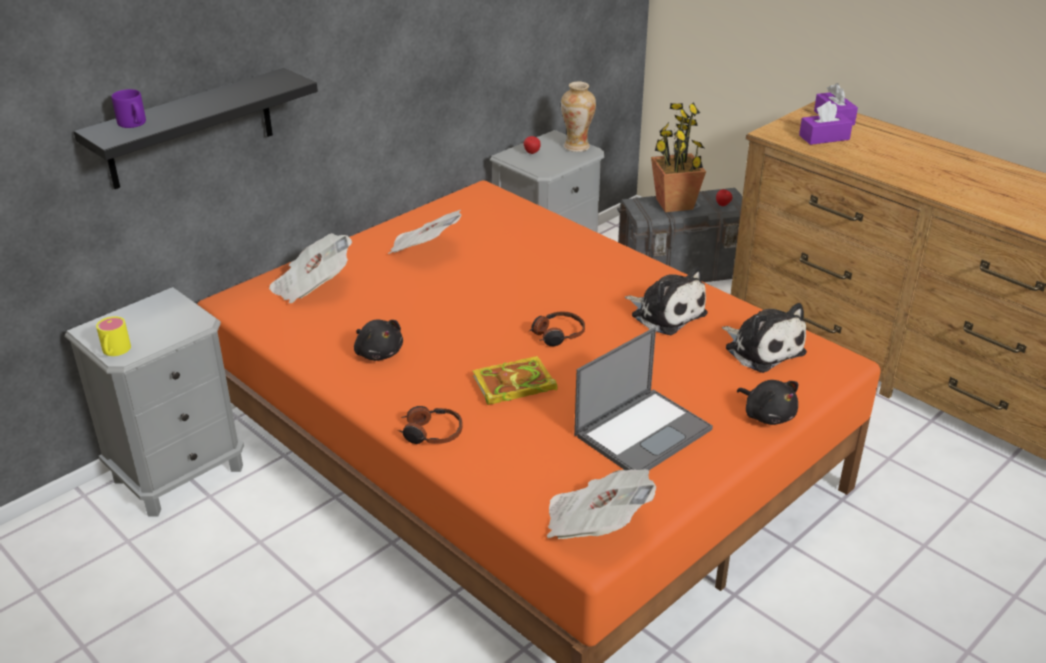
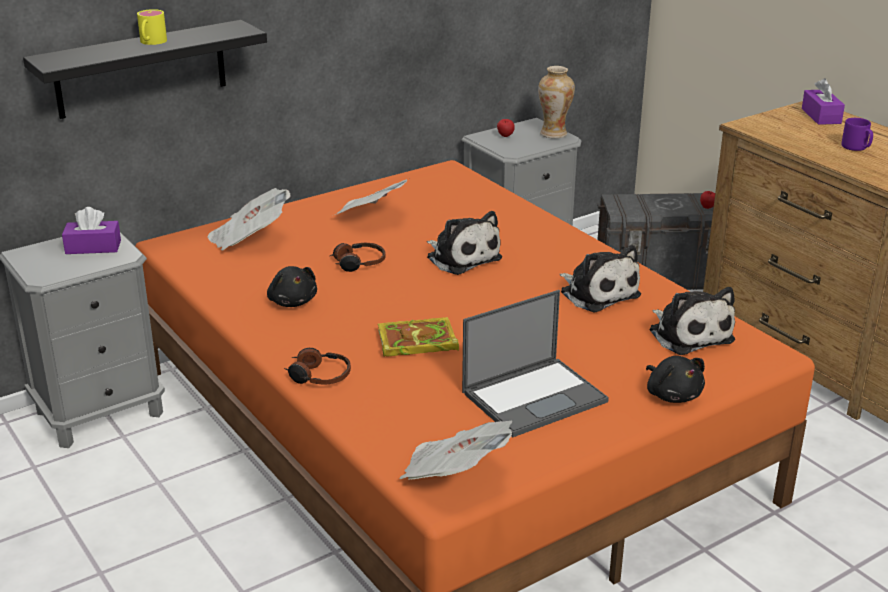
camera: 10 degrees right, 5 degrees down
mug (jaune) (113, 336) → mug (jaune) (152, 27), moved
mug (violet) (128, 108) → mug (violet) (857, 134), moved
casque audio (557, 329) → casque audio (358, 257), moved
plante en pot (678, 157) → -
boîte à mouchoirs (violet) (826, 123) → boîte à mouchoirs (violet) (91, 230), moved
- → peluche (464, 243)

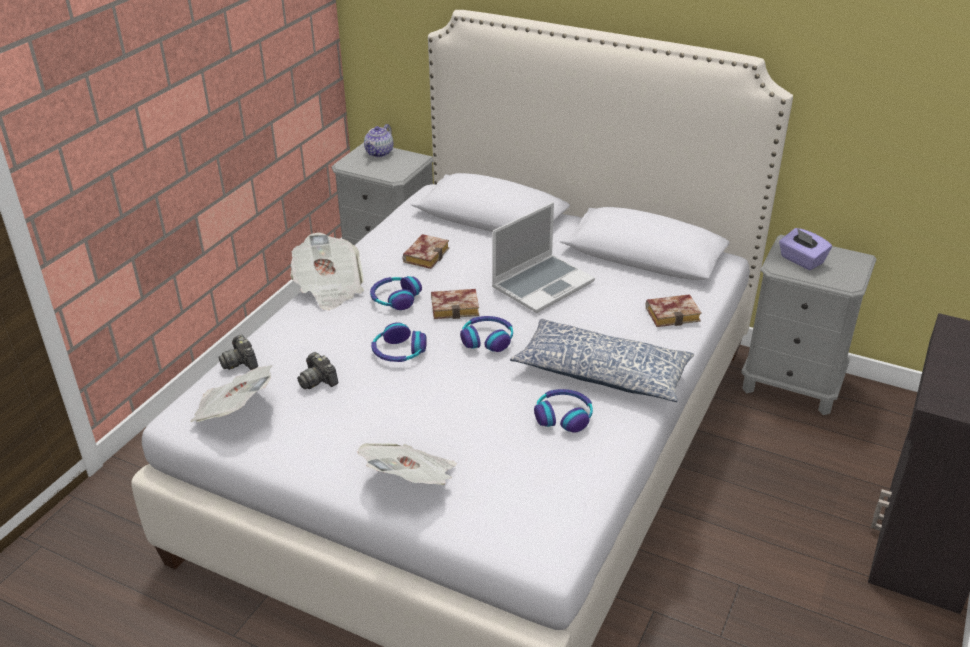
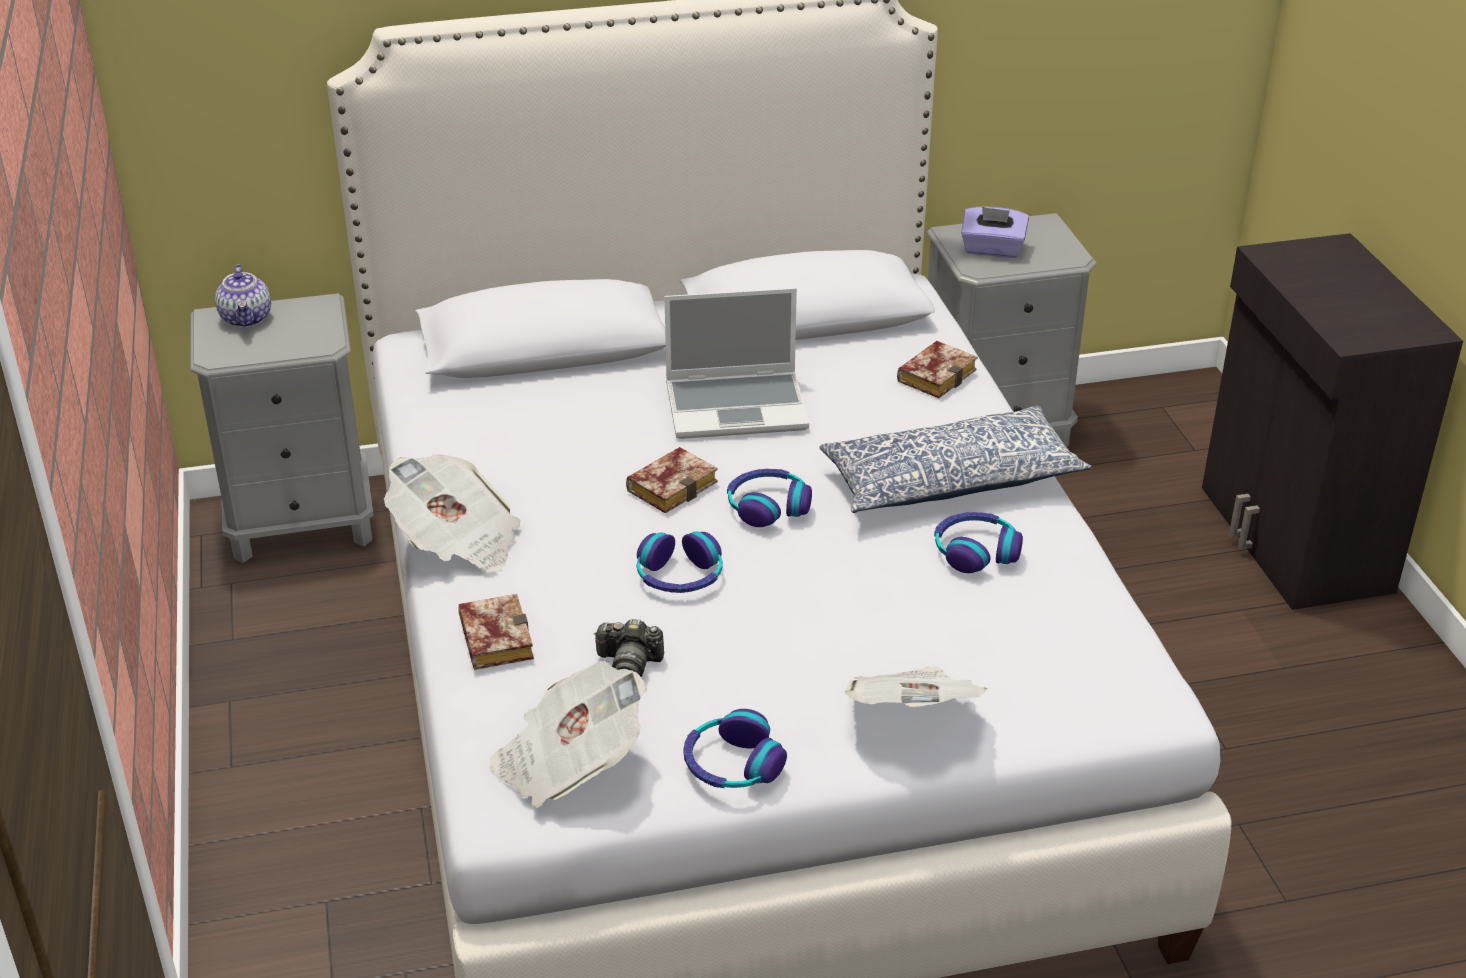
camera: 40 degrees left, 0 degrees up
appareil photo (238, 352) → -
casque audio (396, 293) → casque audio (735, 748), moved
livre (426, 251) → livre (496, 632), moved
ordinateur portable (543, 257) → ordinateur portable (736, 363), 75 degrees clockwise

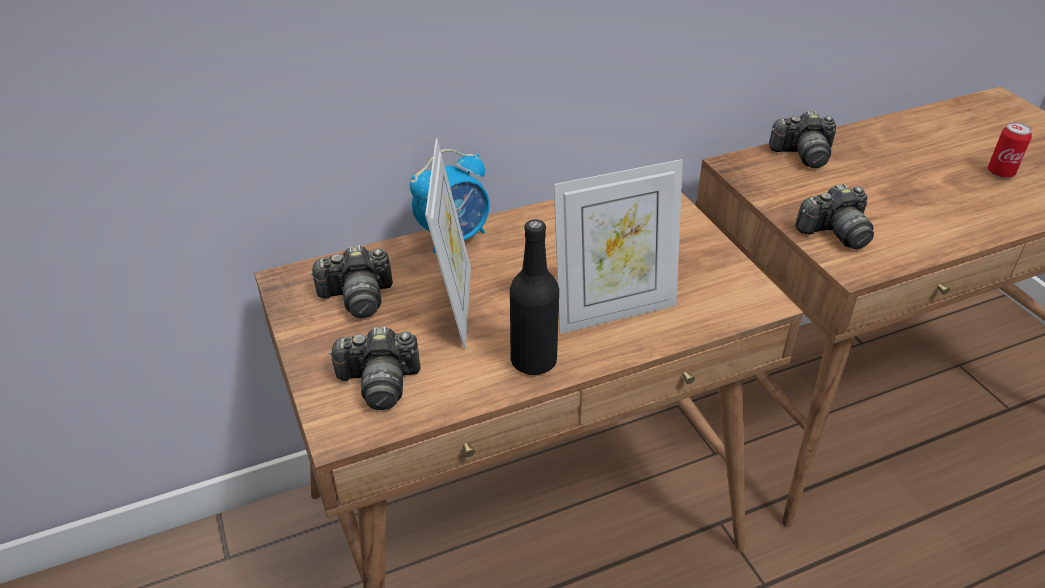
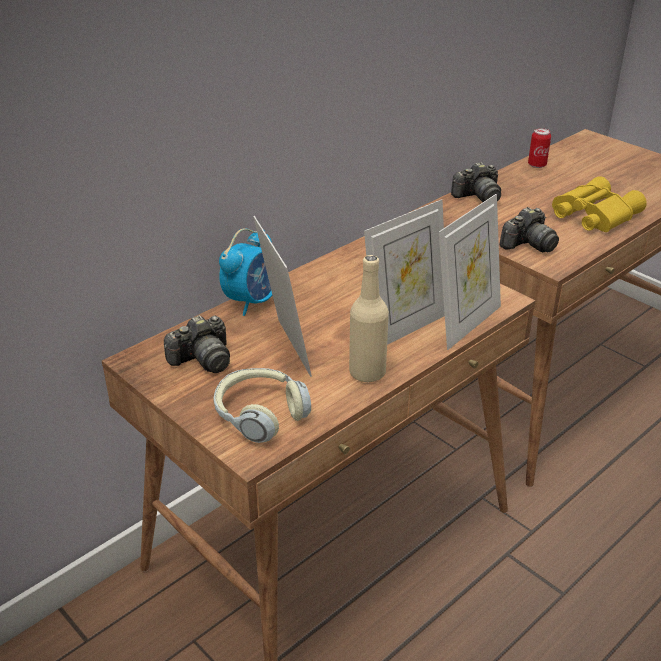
camera: 20 degrees left, 5 degrees down
appareil photo (374, 368) → casque audio (262, 405)
bouteille (noir) (534, 297) → bouteille (beige) (369, 319)
boîte métallique (1010, 150) → boîte métallique (539, 148), moved
- → cadre photo (470, 272)
- → jumelles (jaune) (599, 204)

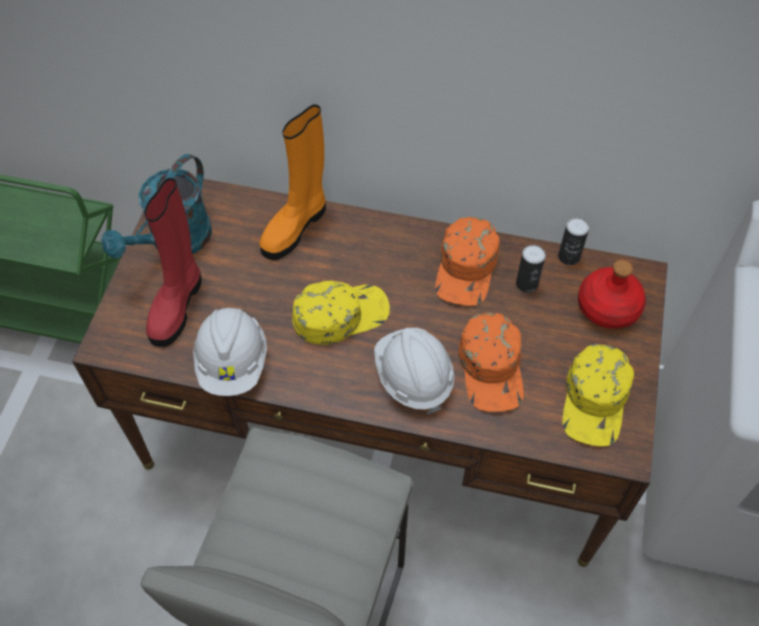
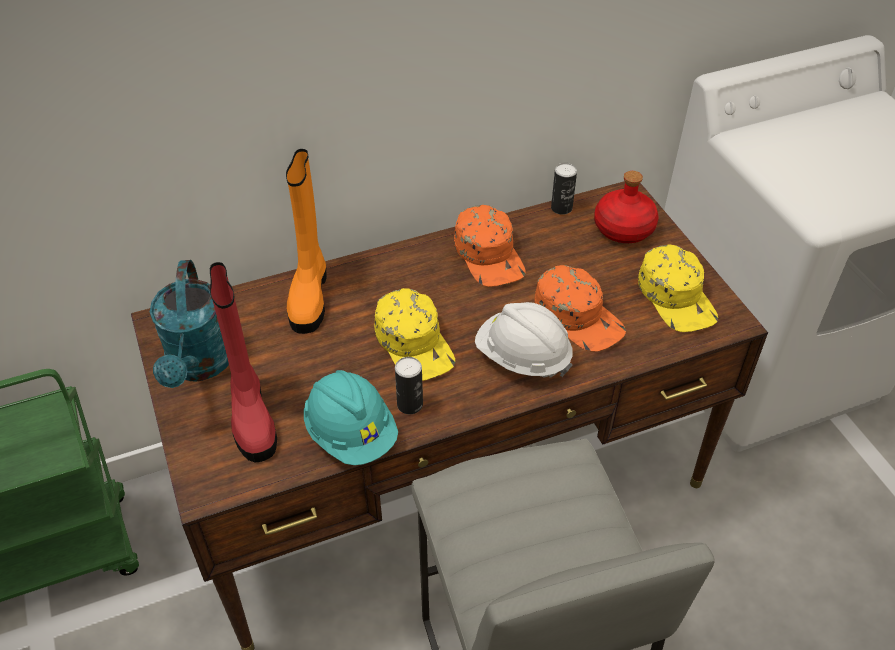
camera: 35 degrees left, 10 degrees down
casque de chantier (blanc) (230, 352) → casque de chantier (turquoise) (351, 417)
casquette (jaune) (341, 313) → casquette (jaune) (414, 334), 120 degrees clockwise
boîte métallique (531, 269) → boîte métallique (409, 385), moved

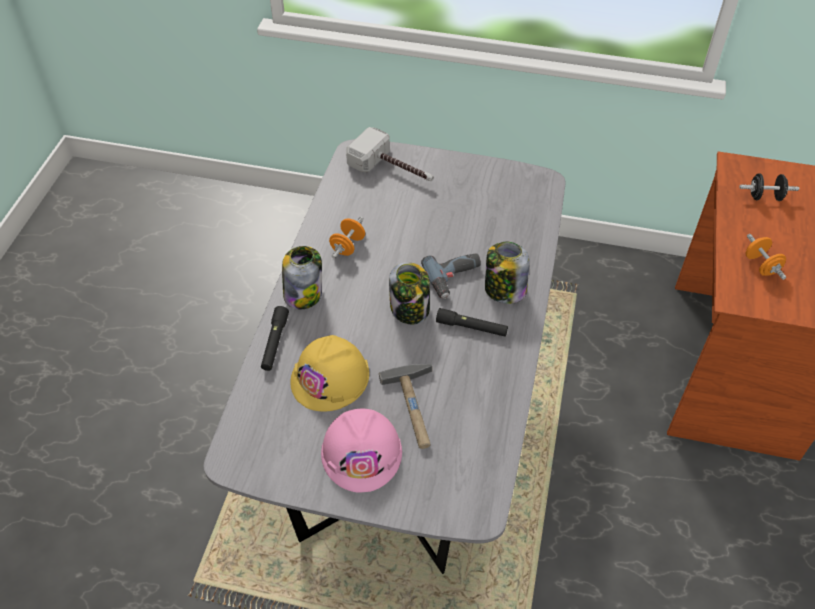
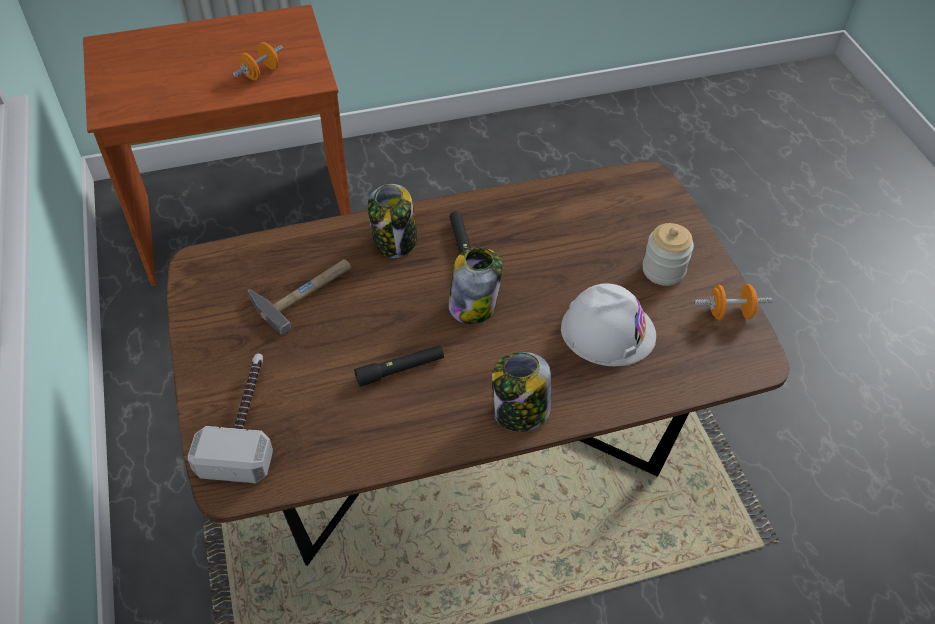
camera: 120 degrees left, 0 degrees up
table à manger (gris) (384, 356) → table à manger (marron) (478, 363)
lampe de poche (noir) (275, 338) → lampe de poche (noir) (399, 366), moved
casque de chantier (jaune) (329, 373) → casque de chantier (blanc) (608, 324)
casque de chantier (rose) (361, 451) → bocal (668, 254)
haltère (orange) (347, 238) → haltère (orange) (733, 302), moved
marteau (405, 406) → marteau (299, 297), moved
perceuse (451, 276) → -
haltère (noir) (769, 187) → -

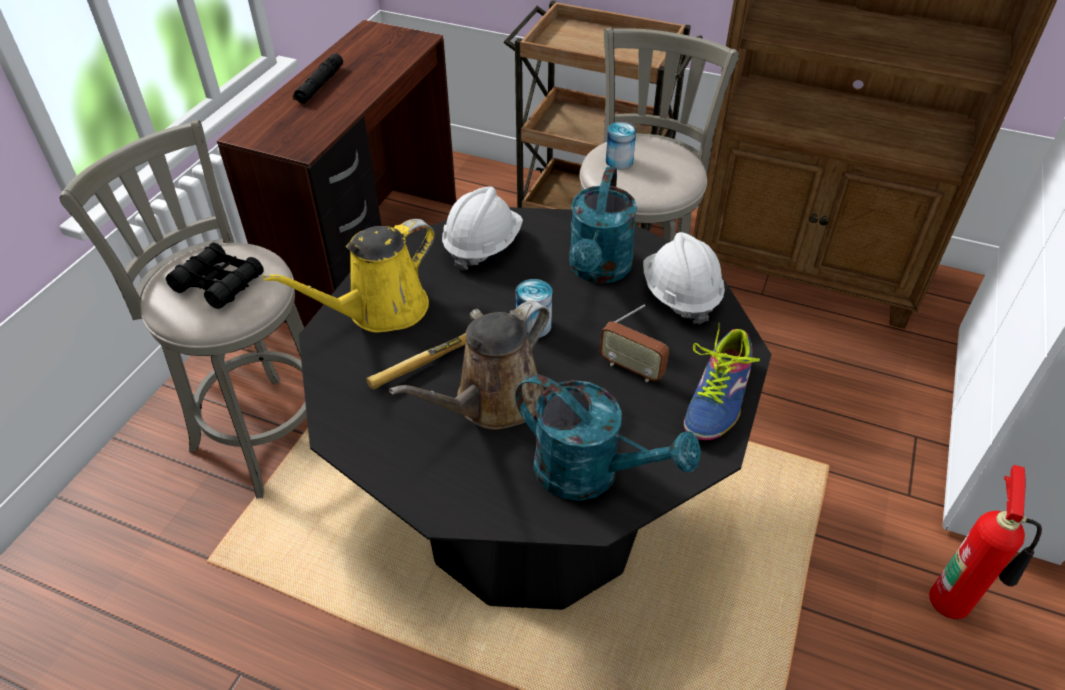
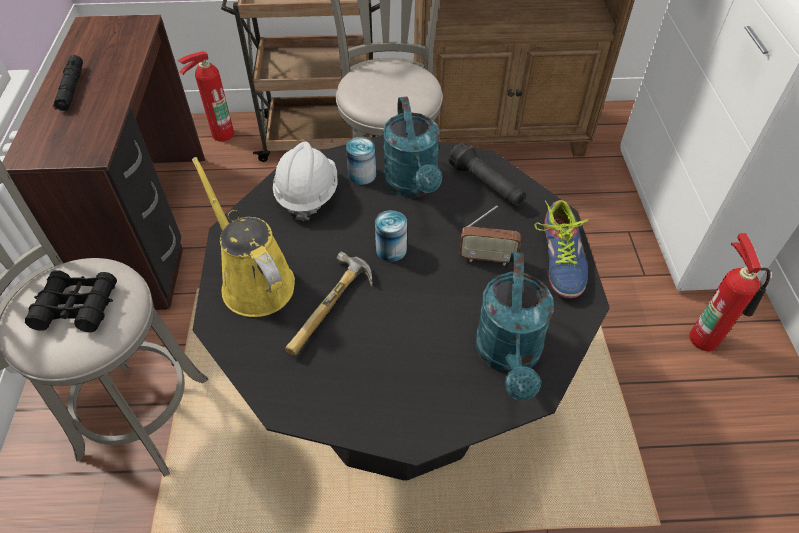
camera: 25 degrees left, 5 degrees up
arrosoir (jaune) (349, 276) → arrosoir (jaune) (243, 237), 120 degrees clockwise
arrosoir (marron) (469, 365) → -
arrosoir (turquoise) (608, 437) → arrosoir (turquoise) (515, 326), 90 degrees clockwise
boîte métallique (621, 145) → boîte métallique (361, 161), moved
casque de chantier (blanc) (684, 278) → lampe de poche (noir) (487, 174)
- → extincteur (206, 96)

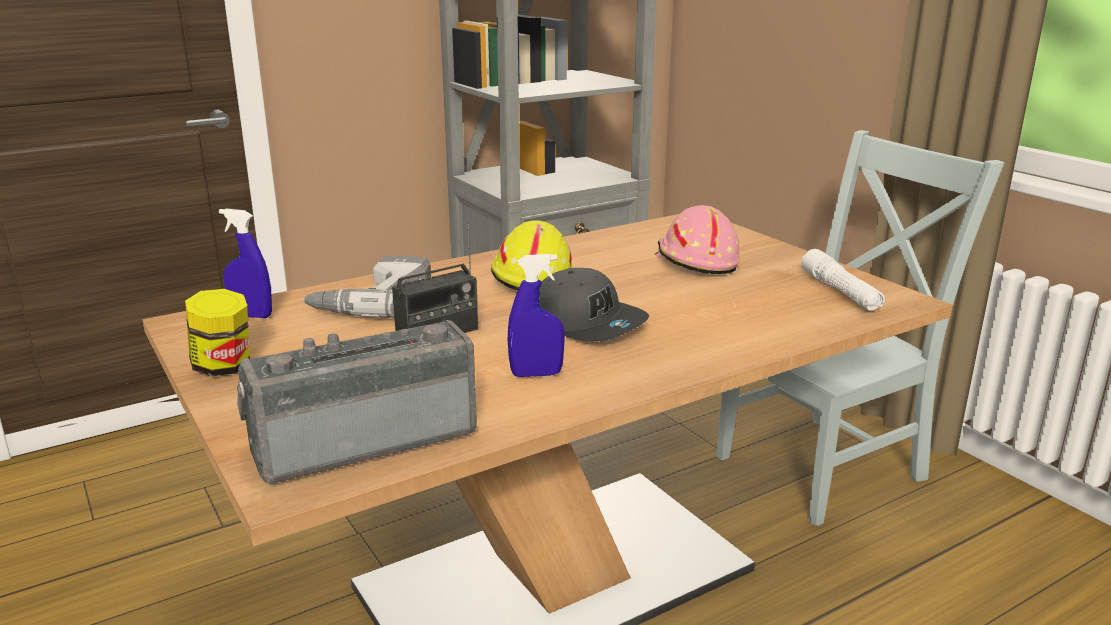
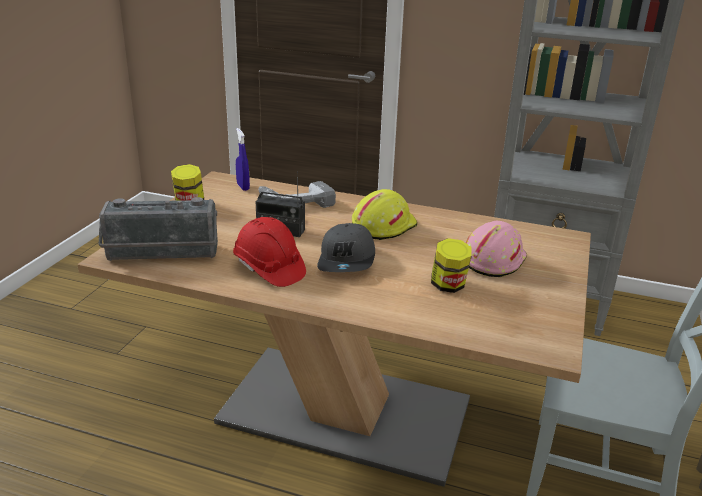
camera: 50 degrees right, 5 degrees up
radio (357, 401) → radio (158, 229), 150 degrees clockwise
vaporisateur (bleu) (536, 315) → casque de chantier (rouge) (269, 252)
lampe de poche (blanc) (843, 279) → -
- → bocal (451, 265)

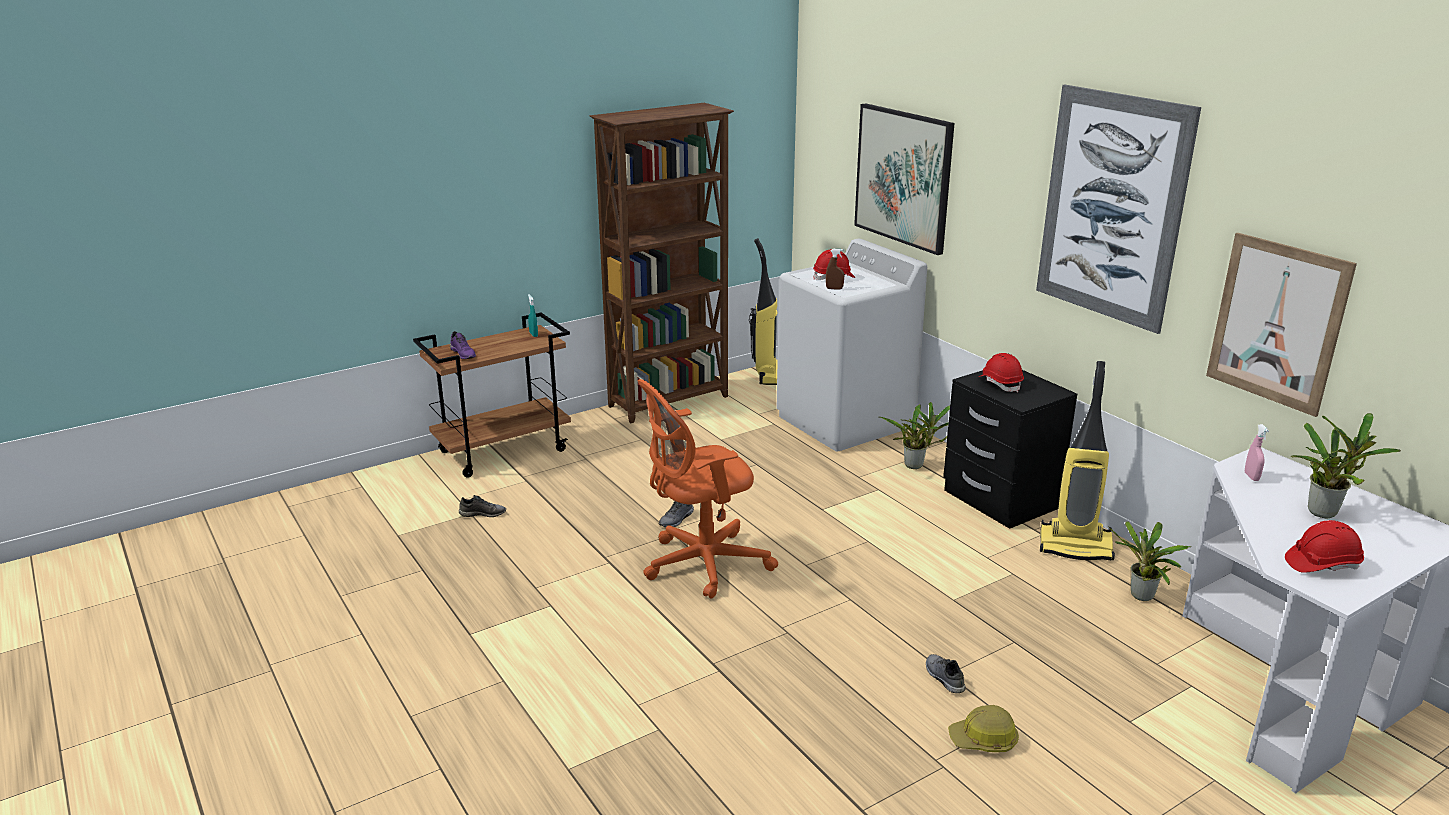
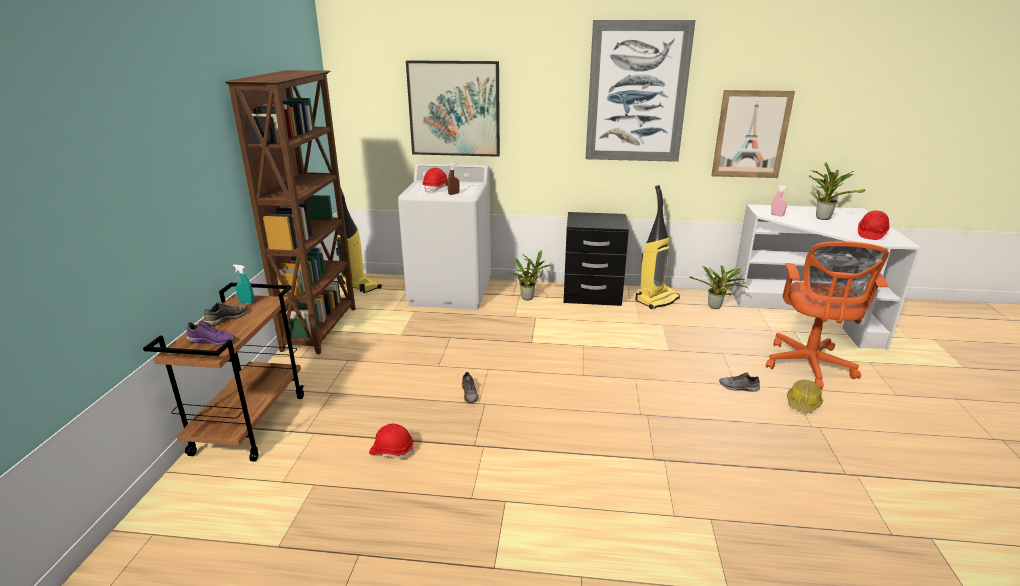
camera: 50 degrees left, 0 degrees up
chaussure (gris) (482, 506) → chaussure (gris) (226, 314), moved
chaise de bureau (orange) (707, 489) → chaise de bureau (orange) (827, 315), moved
casque de chantier (rouge) (1001, 373) → casque de chantier (rouge) (391, 441), moved

